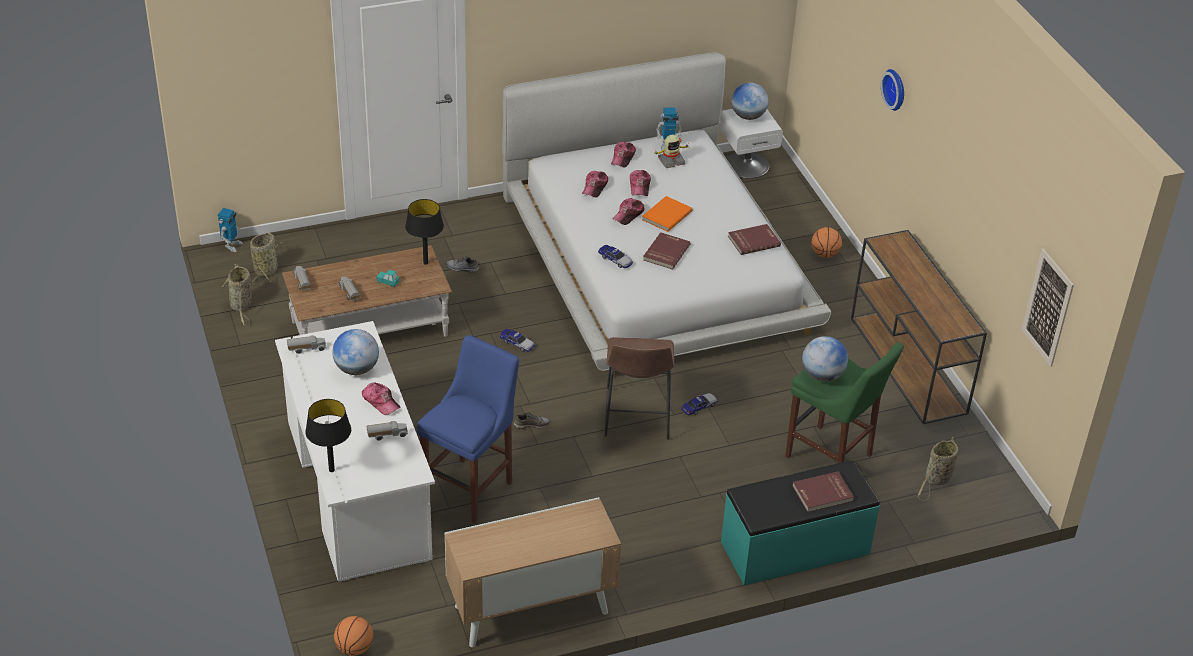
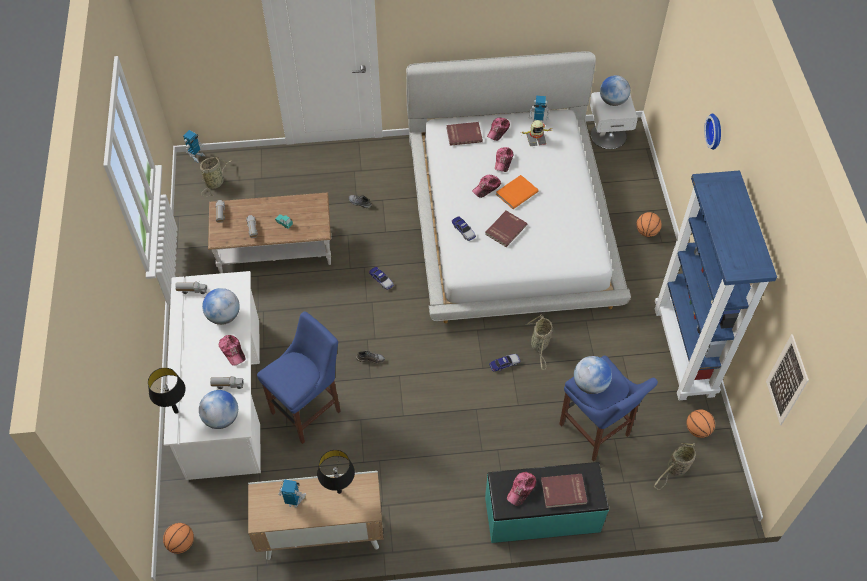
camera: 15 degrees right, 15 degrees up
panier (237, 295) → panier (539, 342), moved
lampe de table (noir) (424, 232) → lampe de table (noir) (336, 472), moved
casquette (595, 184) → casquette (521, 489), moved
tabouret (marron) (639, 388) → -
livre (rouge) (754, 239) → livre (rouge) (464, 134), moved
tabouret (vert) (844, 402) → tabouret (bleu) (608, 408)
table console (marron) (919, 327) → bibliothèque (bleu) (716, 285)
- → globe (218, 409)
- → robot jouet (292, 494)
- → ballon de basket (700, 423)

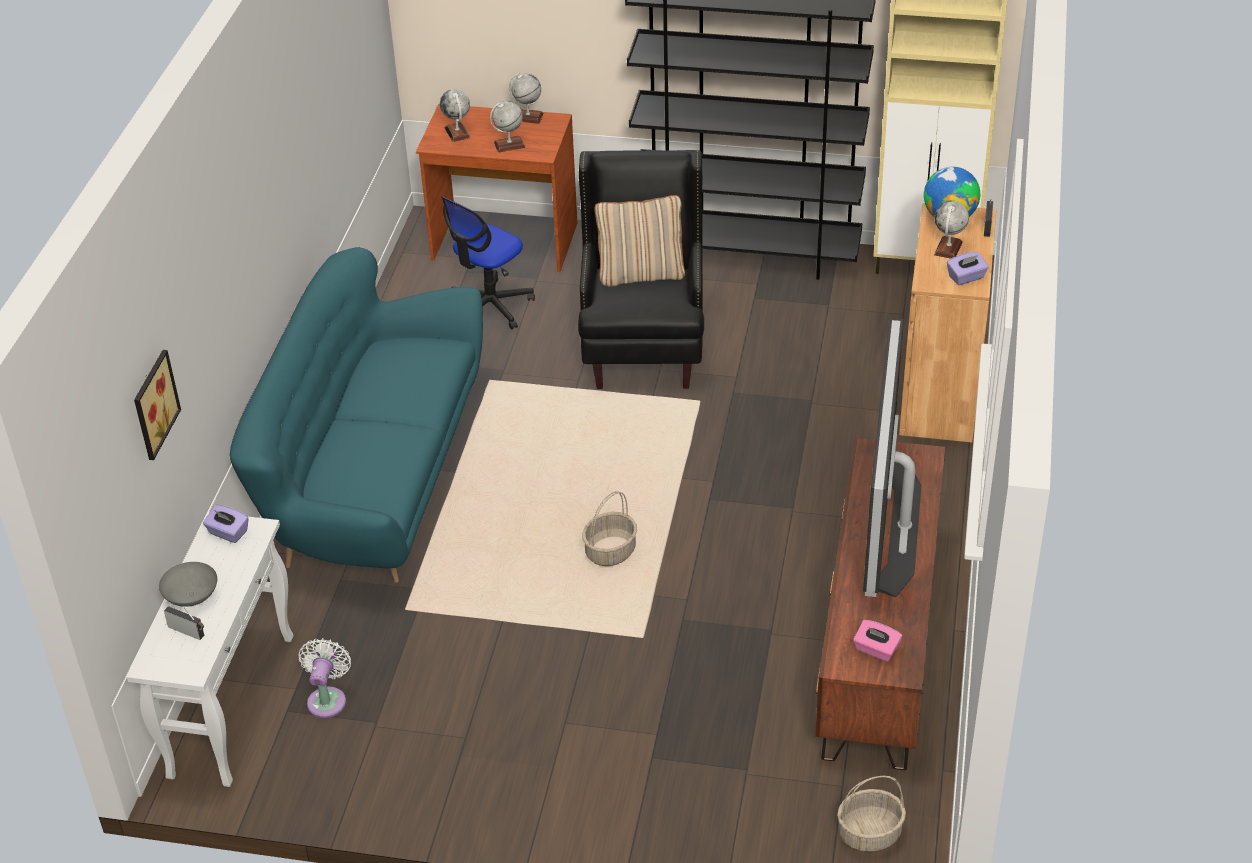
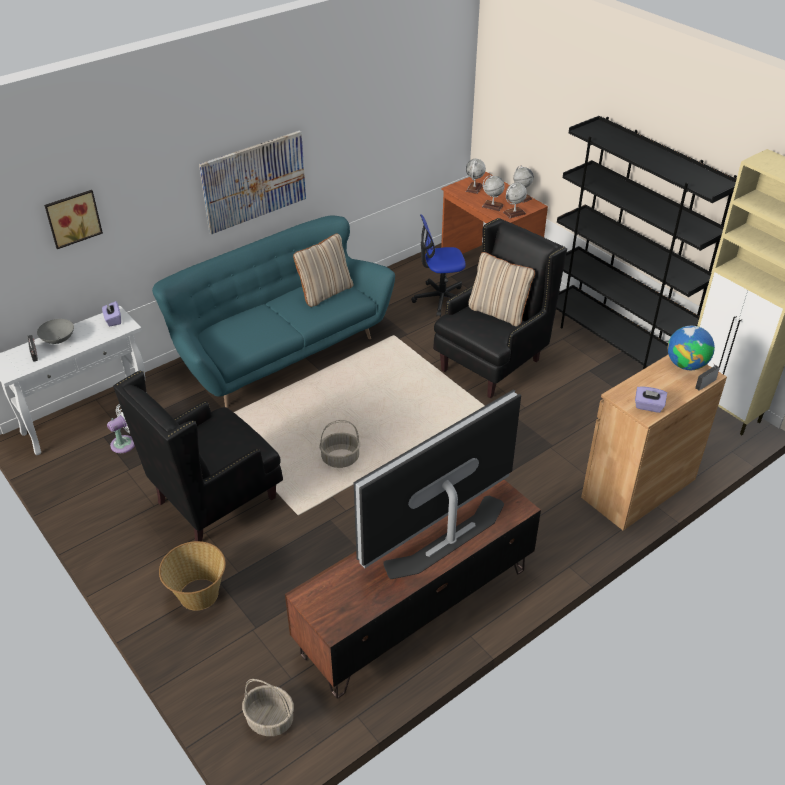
camera: 40 degrees right, 0 degrees up
boîte à mouchoirs (rose) (877, 641) → -
globe (951, 229) → globe (515, 200), moved
- → fauteuil (noir) (198, 456)
- → panier (192, 576)
- → tableau (252, 182)
- → coussin (beige) (323, 270)

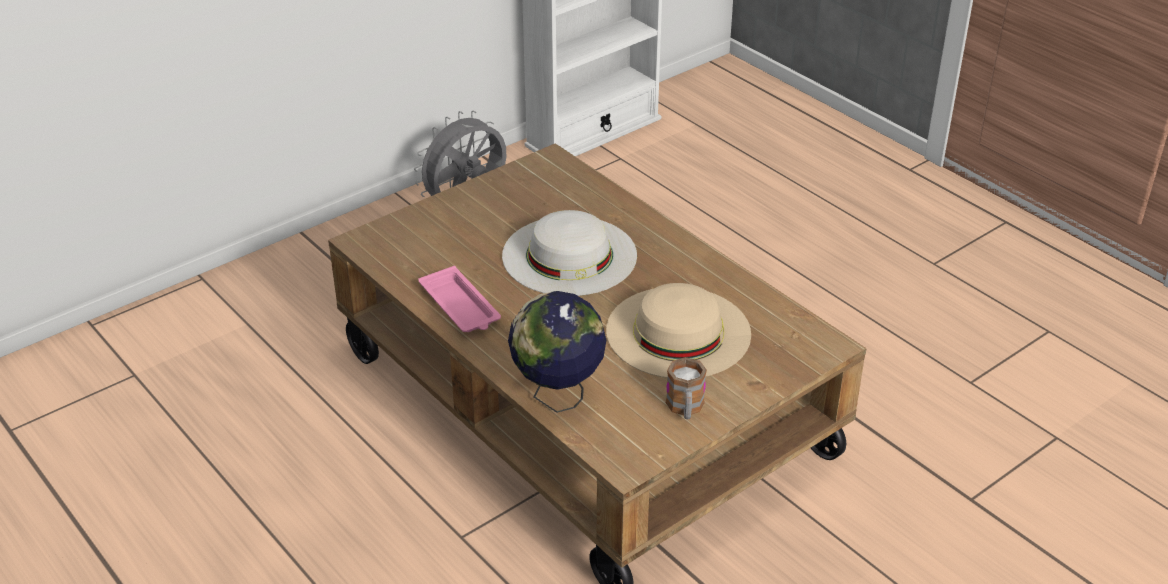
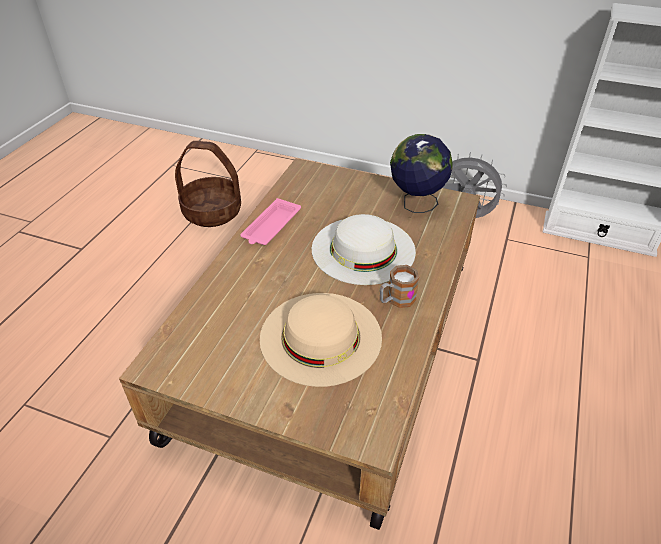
camera: 60 degrees right, 5 degrees up
globe (557, 352) → globe (421, 173), moved
mug (686, 388) → mug (399, 286), moved
- → panier (208, 184)

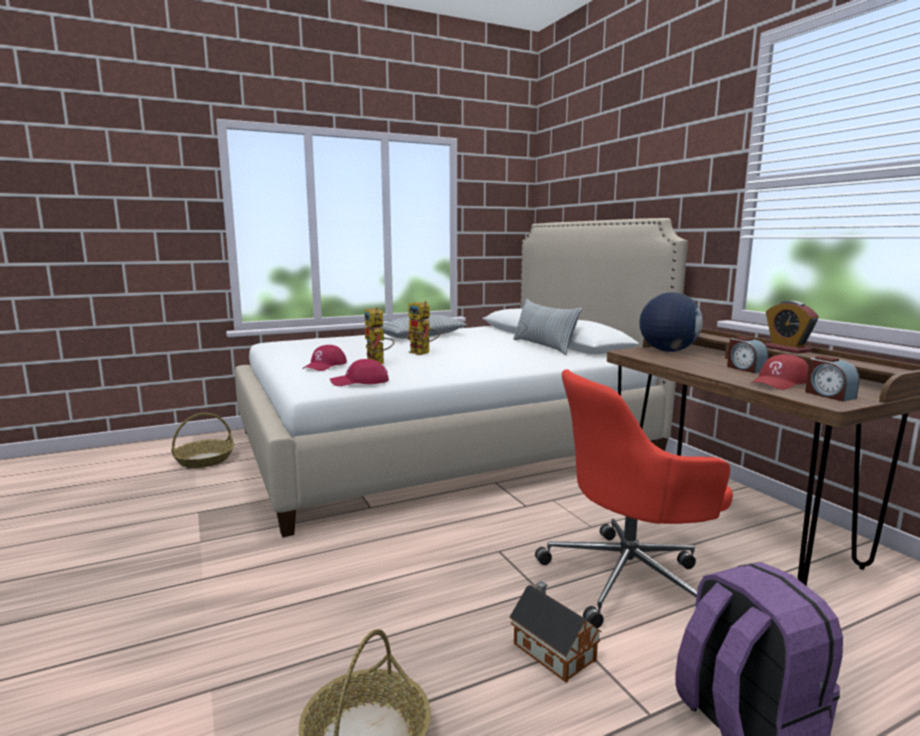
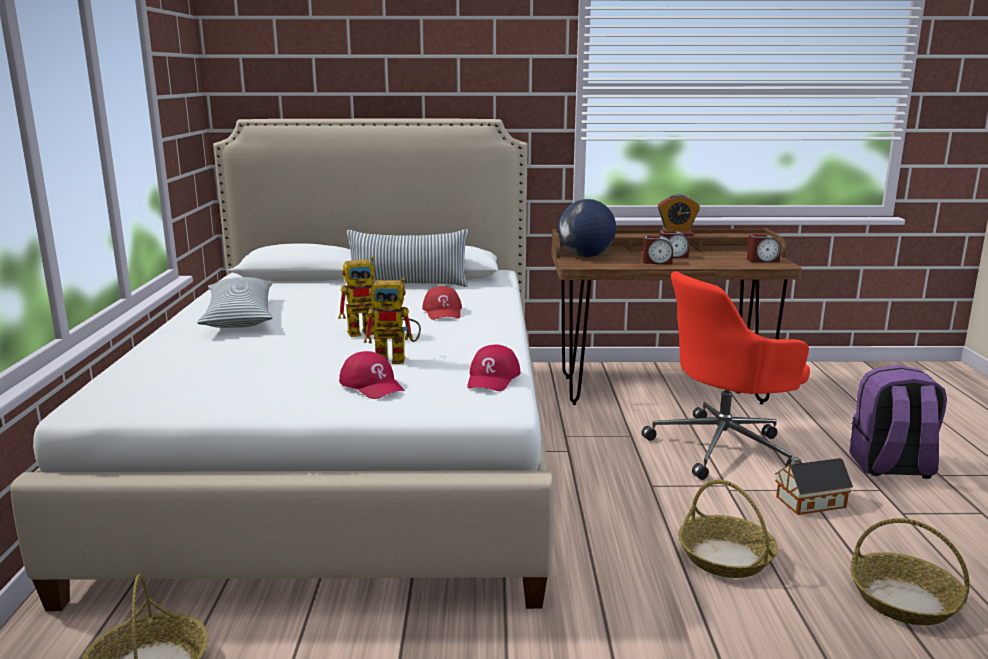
camera: 65 degrees left, 5 degrees up
chaise de bureau (rouge) (634, 498) → chaise de bureau (rouge) (726, 375), 60 degrees clockwise
casquette (rouge) (779, 372) → casquette (rouge) (442, 303), moved
- → réveil (657, 250)
- → panier (728, 529)

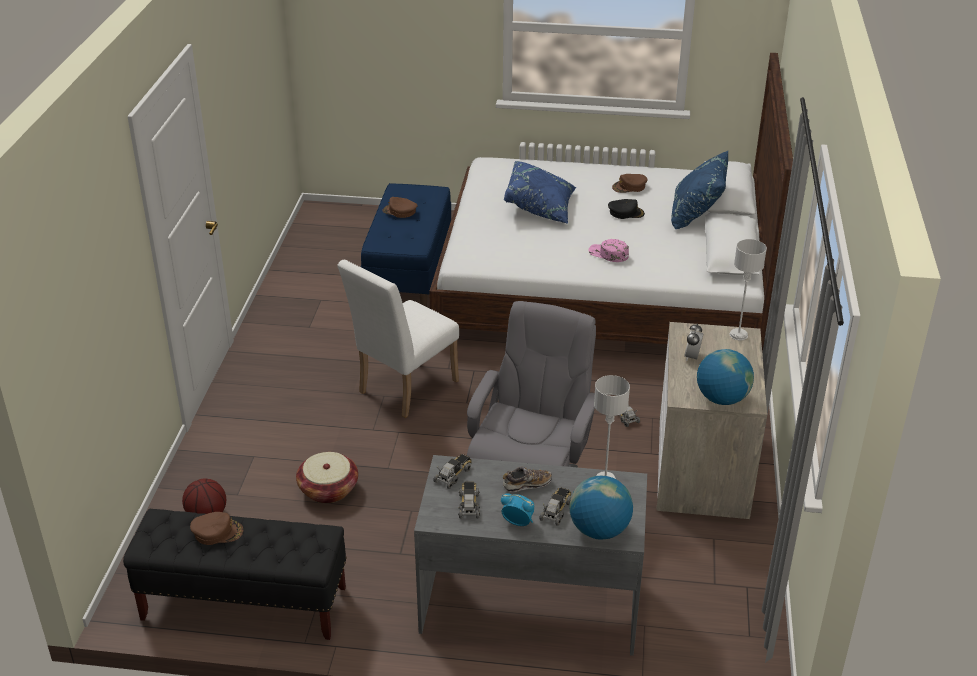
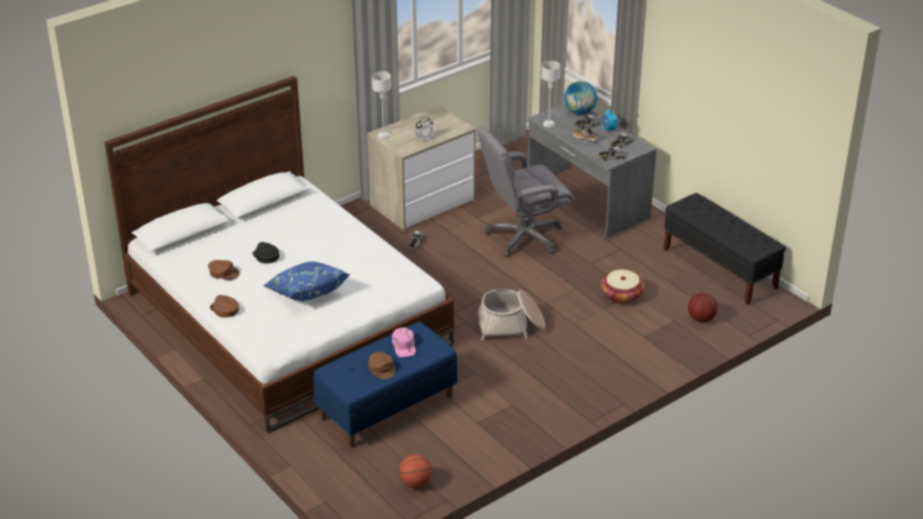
camera: 135 degrees left, 0 degrees up
casquette (marron) (216, 528) → casquette (marron) (224, 306), moved
chaise (blanc) (398, 339) → panier (511, 315)
casquette (rose) (609, 250) → casquette (rose) (404, 342), moved
coussin (bleu) (699, 190) → -
globe (725, 377) → -
- → ballon de basket (415, 471)

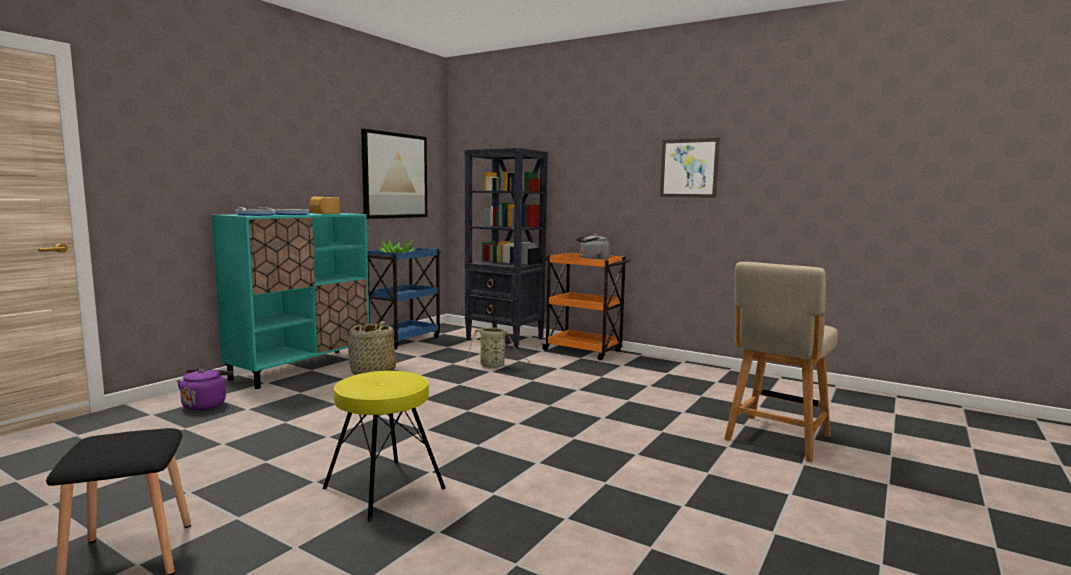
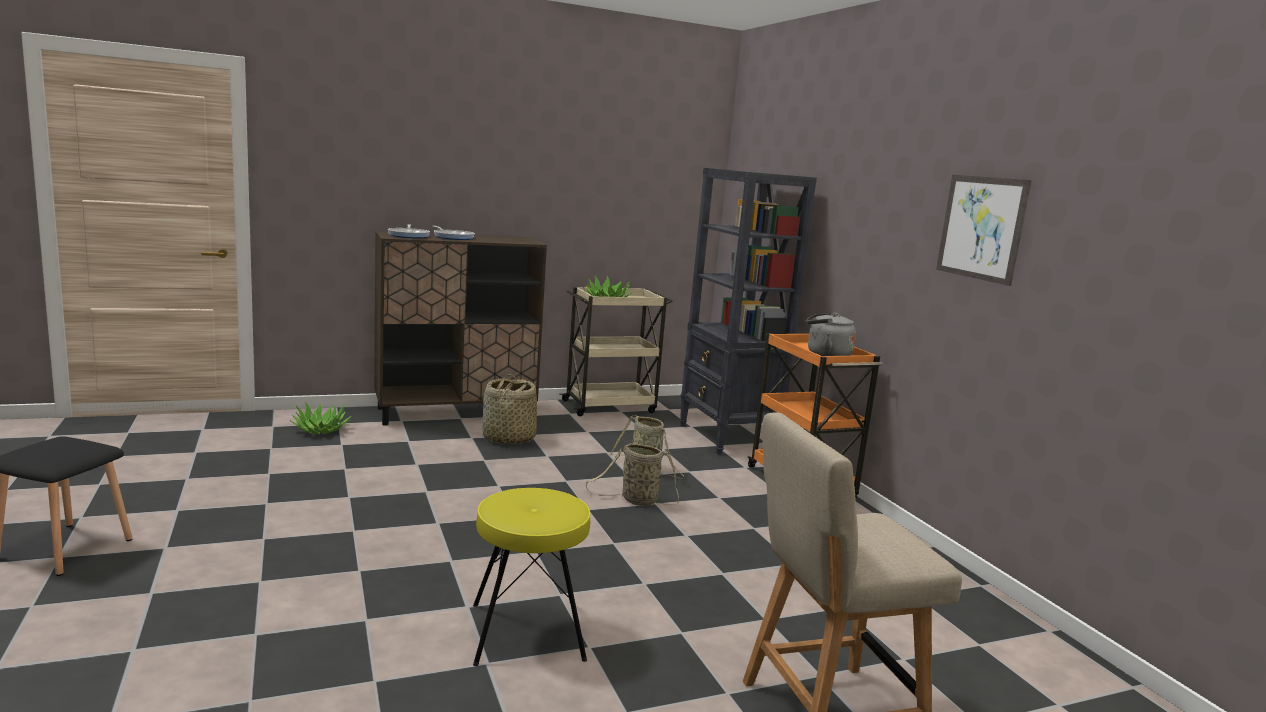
camera: 35 degrees right, 5 degrees up
bouilloire (violet) (205, 390) → plante en pot (320, 418)
meuble de rangement (turquoise) (290, 301) → meuble de rangement (marron) (460, 328)
pain (325, 205) → -
tabouret (jaune) (384, 446) → tabouret (jaune) (531, 577), moved
tableau (394, 174) → -
chariot (bleu) (404, 298) → chariot (beige) (616, 351)
- → panier (632, 474)

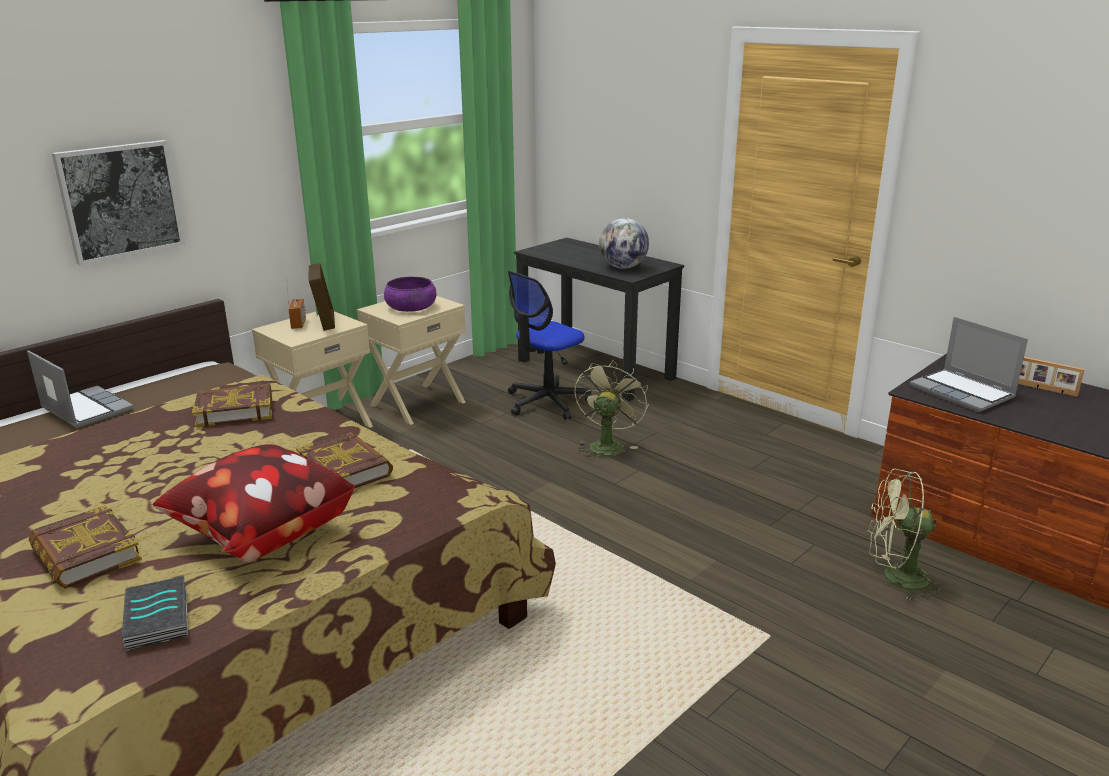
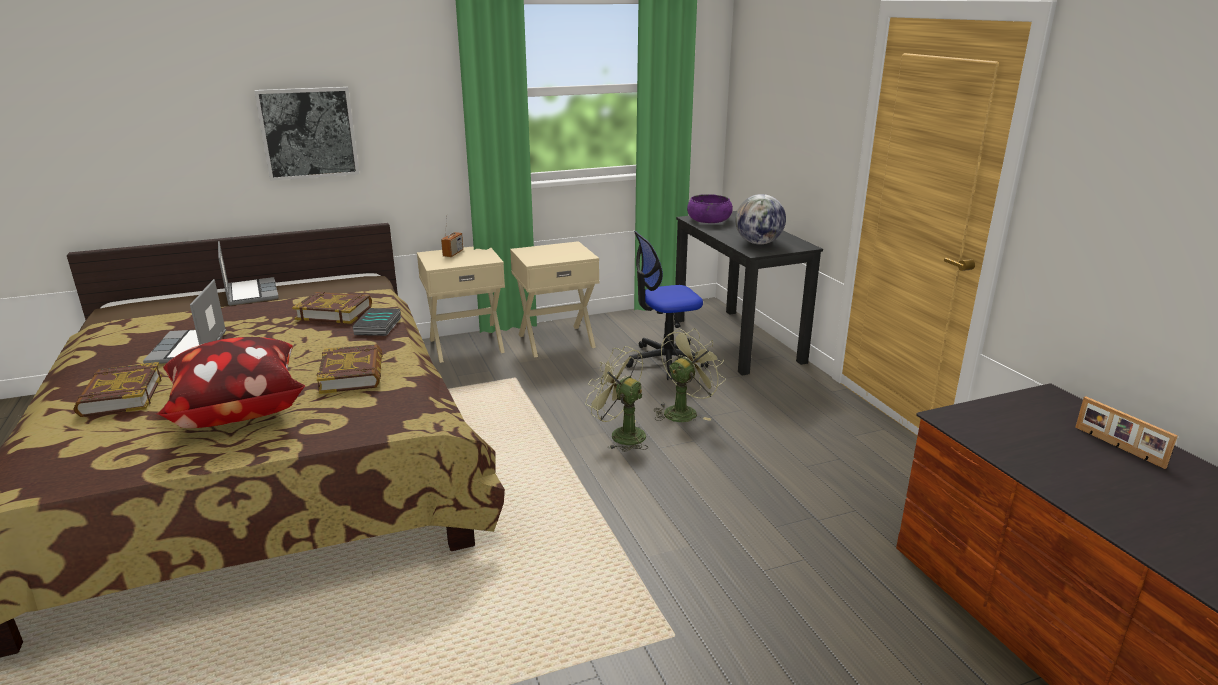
camera: 25 degrees right, 0 degrees up
livre (155, 613) → livre (377, 322), moved
cadre photo (322, 297) → -
bol (violet) (410, 294) → bol (violet) (710, 208), moved
ventilateur (vert) (907, 534) → ventilateur (vert) (617, 399), moved
ordinateur portable (969, 364) → ordinateur portable (184, 321), moved

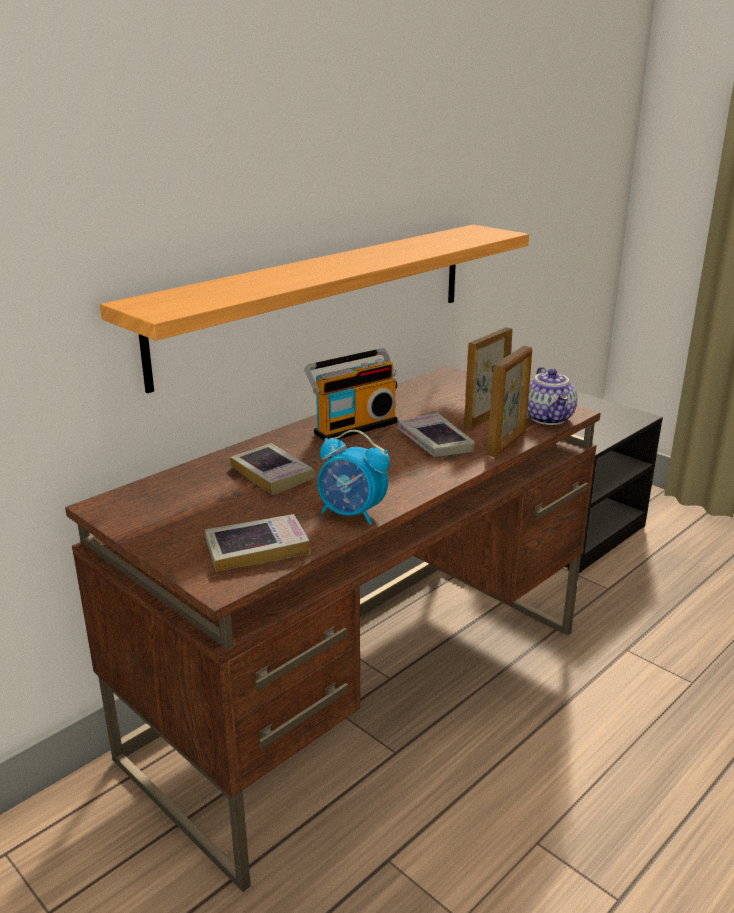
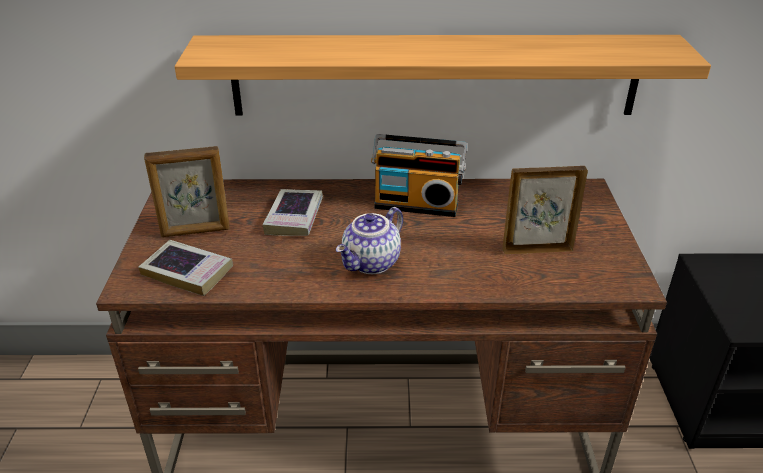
camera: 45 degrees right, 10 degrees up
réveil (353, 477) → -
livre (436, 435) → -
cadre photo (509, 401) → cadre photo (187, 191), moved
théière (552, 396) → théière (369, 240), moved

